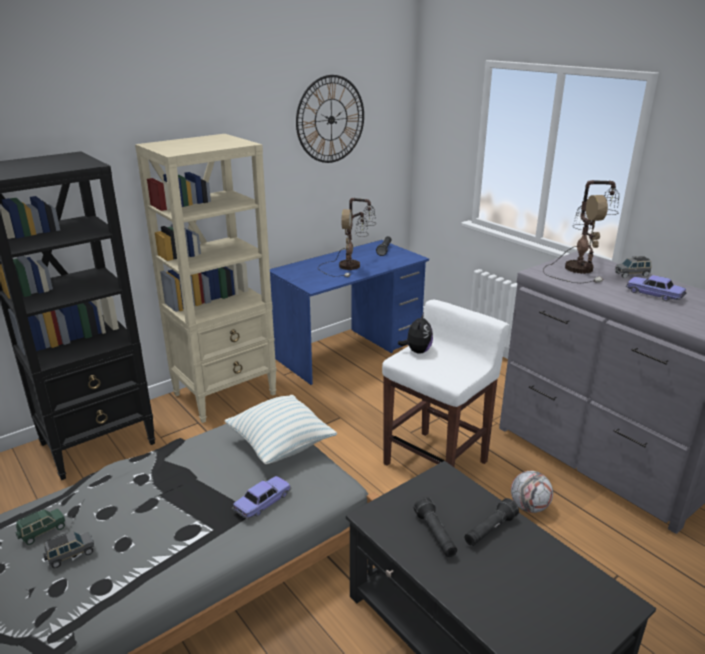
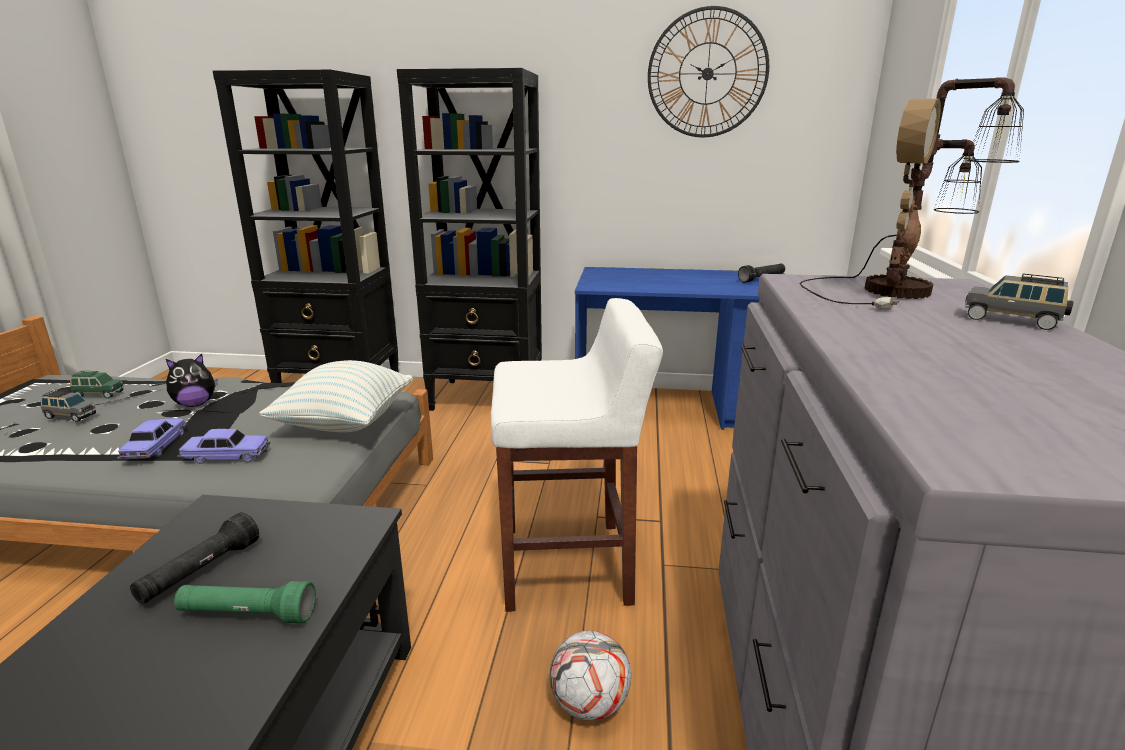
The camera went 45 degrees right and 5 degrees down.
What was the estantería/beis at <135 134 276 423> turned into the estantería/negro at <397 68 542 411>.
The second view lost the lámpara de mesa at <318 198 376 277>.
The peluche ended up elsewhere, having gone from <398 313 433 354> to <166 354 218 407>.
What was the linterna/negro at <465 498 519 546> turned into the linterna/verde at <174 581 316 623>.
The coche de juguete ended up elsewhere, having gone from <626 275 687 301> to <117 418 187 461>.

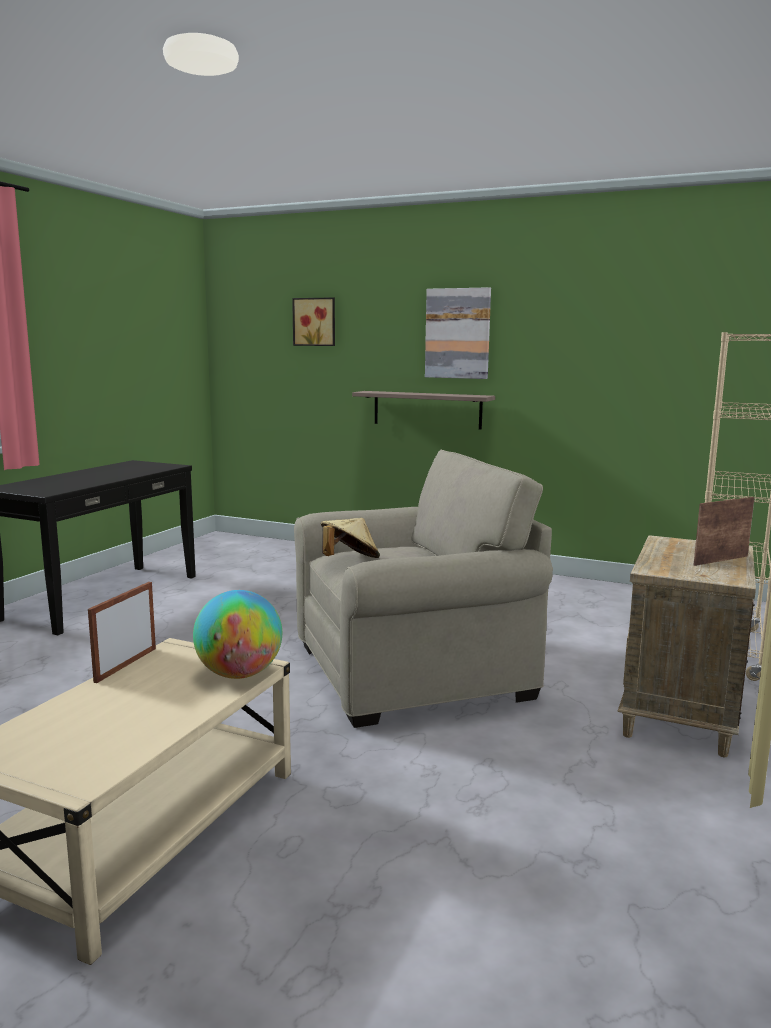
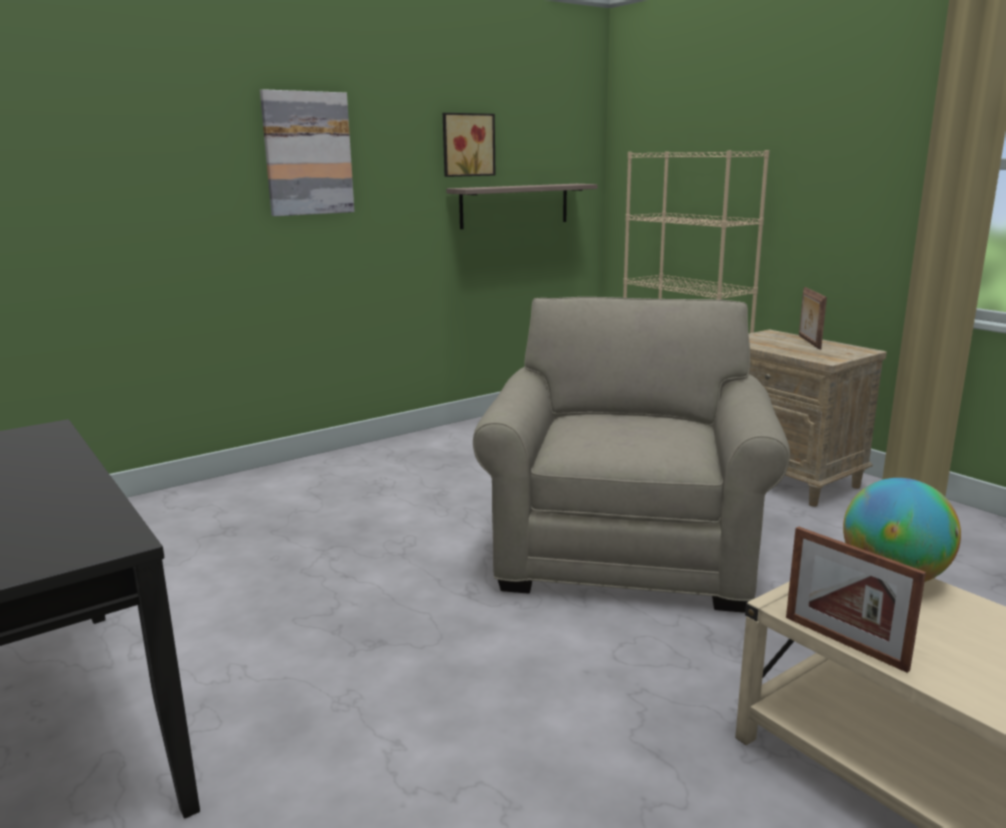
The camera went 60 degrees left and 5 degrees up.
The cuadro ended up elsewhere, having gone from <292 297 335 346> to <443 113 495 177>.
The second view lost the sombrero/beis at <321 518 380 558>.
The estante ended up elsewhere, having gone from <352 391 495 430> to <446 184 598 229>.

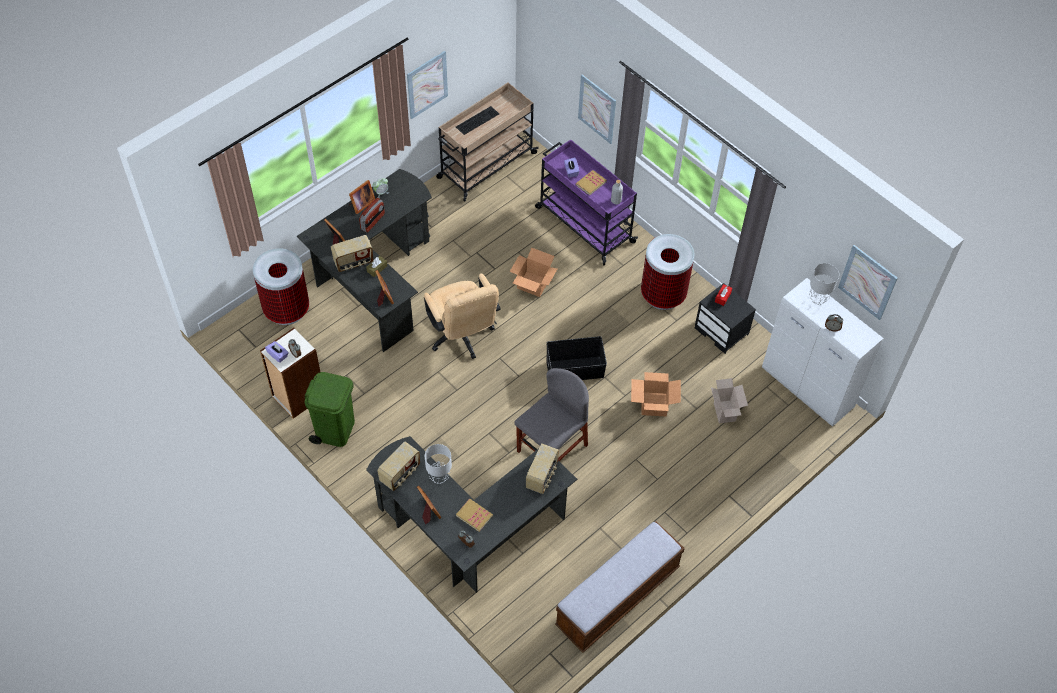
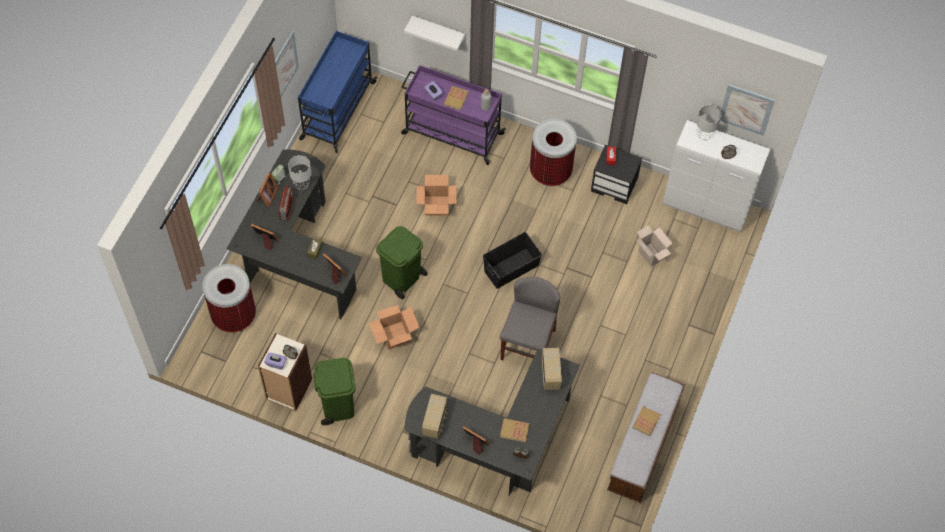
The camera went 25 degrees left and 5 degrees up.
The second view lost the radio at <331 235 373 272>.
Where the silla de oficina/beis stood at <424 273 501 359>, the papelera/verde came to stand at <376 226 427 299>.
The lámpara de mesa/gris ended up elsewhere, having gone from <425 444 452 484> to <288 155 311 190>.
What was the carrito/beis at <436 83 539 201> turned into the carrito/azul at <298 31 377 153>.
The second view lost the teclado at <456 106 499 135>.
Where the cuadro hung at <578 74 616 144>, the estante/blanco came to hang at <404 16 465 51>.
The caja de cartón ended up elsewhere, having gone from <631 372 681 417> to <369 305 419 350>.
The second view gained the libro at <632 406 661 436>.

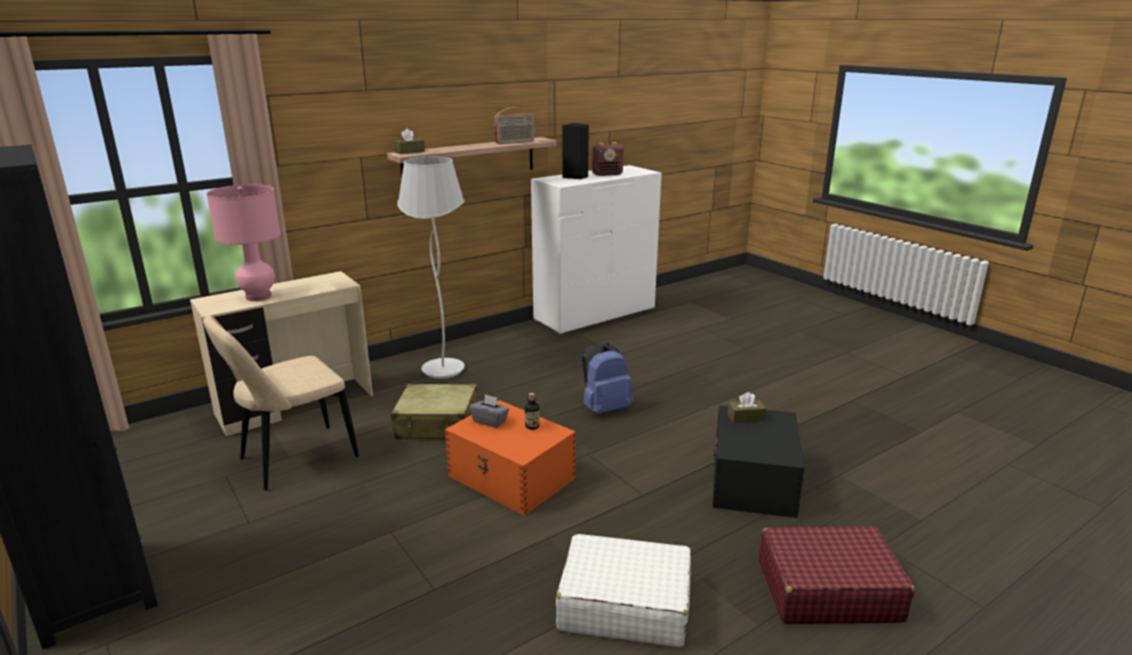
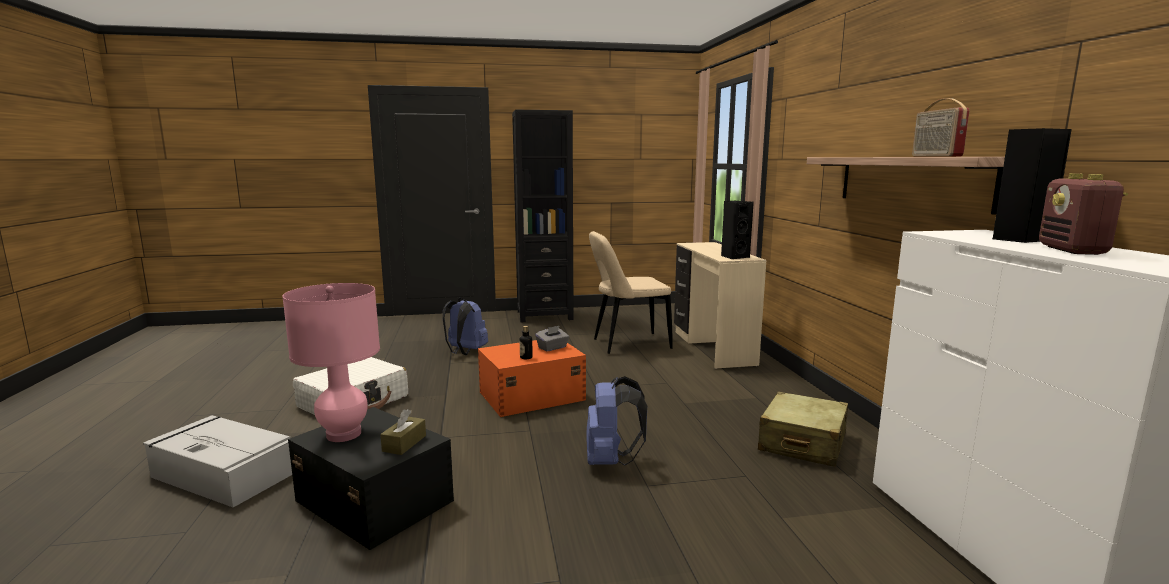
The camera went 115 degrees right and 10 degrees down.
The silla/beis at <203 315 359 490> ended up facing another way, 90 degrees counterclockwise from before.
The lámpara de mesa/rosa ended up elsewhere, having gone from <207 184 281 301> to <282 283 380 442>.
The maleta/beis ended up elsewhere, having gone from <391 384 478 440> to <758 391 848 467>.
The second view lost the caja de pañuelos/marrón at <393 128 425 154>.
The second view lost the lámpara de pie/blanco at <397 156 465 379>.
Where the maleta/rojo stood at <759 526 915 624>, the caja de almacenaje/gris came to stand at <143 415 292 507>.
The second view gained the mochila/azul at <443 298 488 355>.
The second view gained the altavoz/negro at <721 201 754 259>.

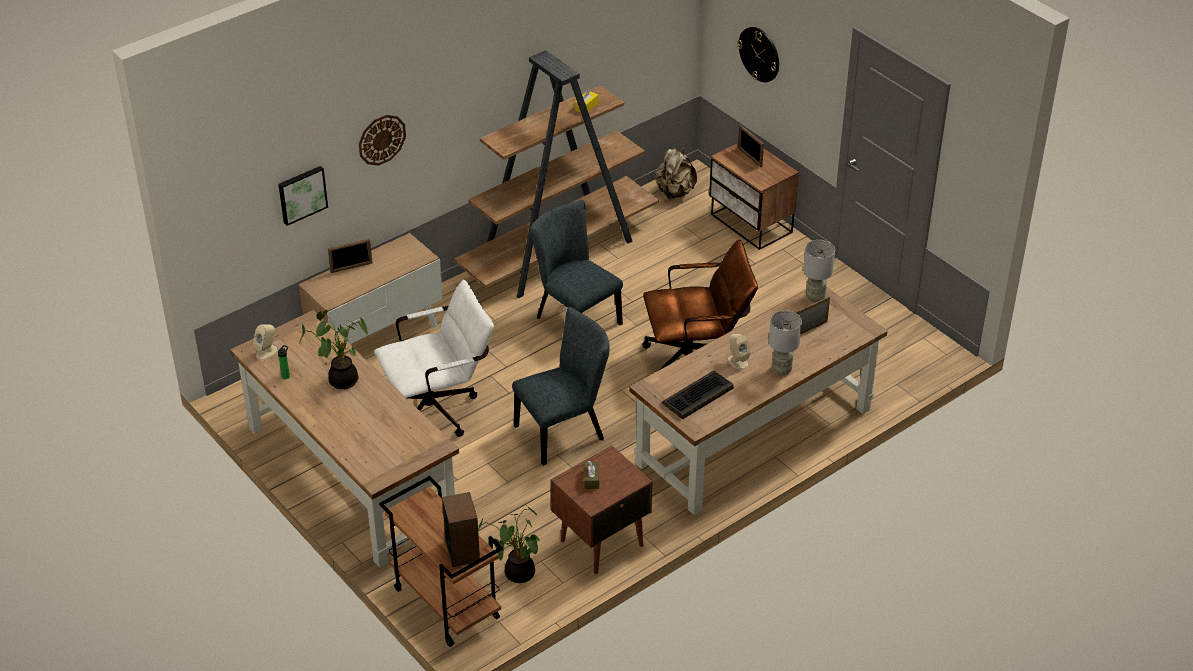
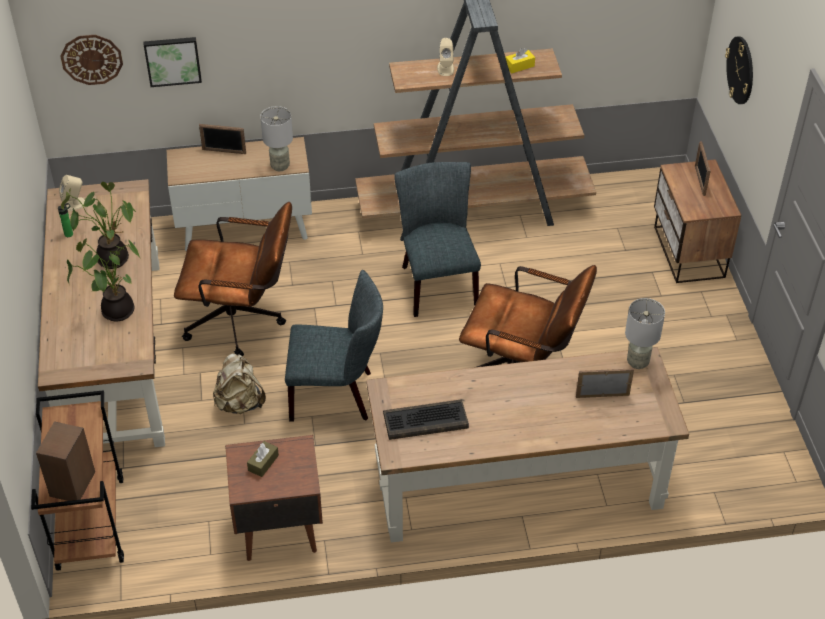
The camera went 30 degrees right and 5 degrees up.
The reloj de pared ended up elsewhere, having gone from <359 115 406 165> to <60 35 123 85>.
What was the silla de oficina/blanco at <374 280 494 437> turned into the silla de oficina/marrón at <174 202 292 356>.
The planta en maceta ended up elsewhere, having gone from <478 504 541 583> to <67 238 140 321>.
The mochila/beis ended up elsewhere, having gone from <655 147 697 199> to <213 353 266 414>.
The altavoz/beis ended up elsewhere, having gone from <728 334 750 370> to <437 38 454 76>.
The lámpara de mesa/gris ended up elsewhere, having gone from <769 310 802 375> to <260 106 293 171>.

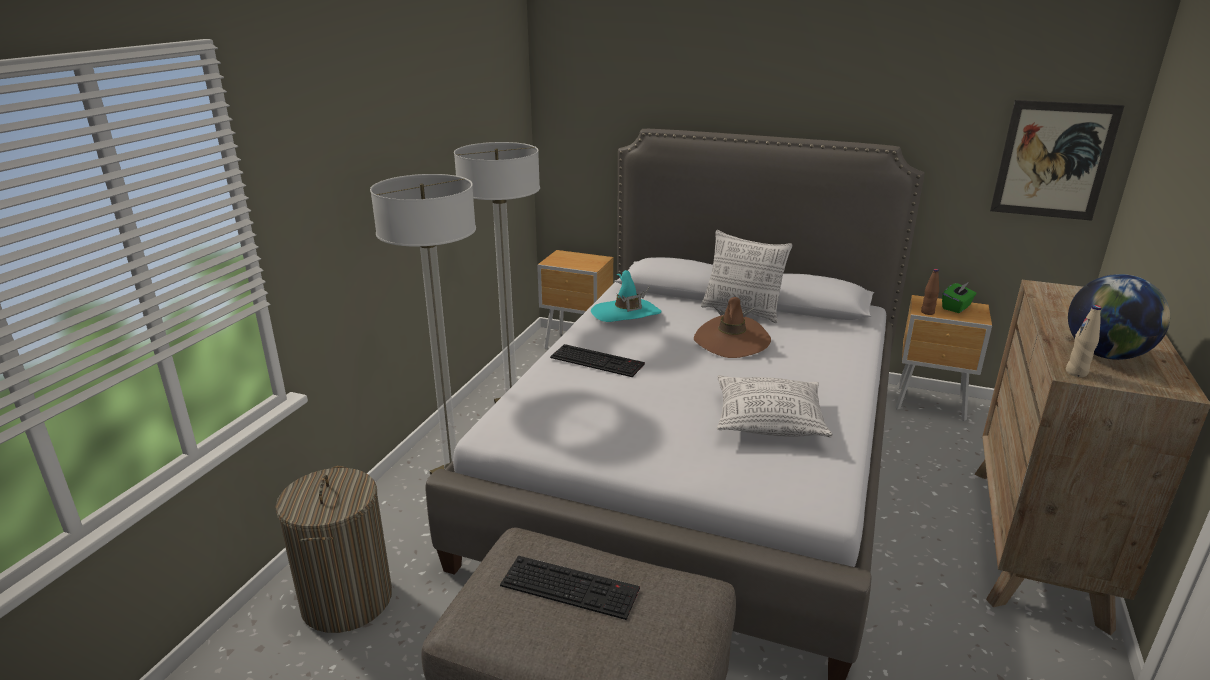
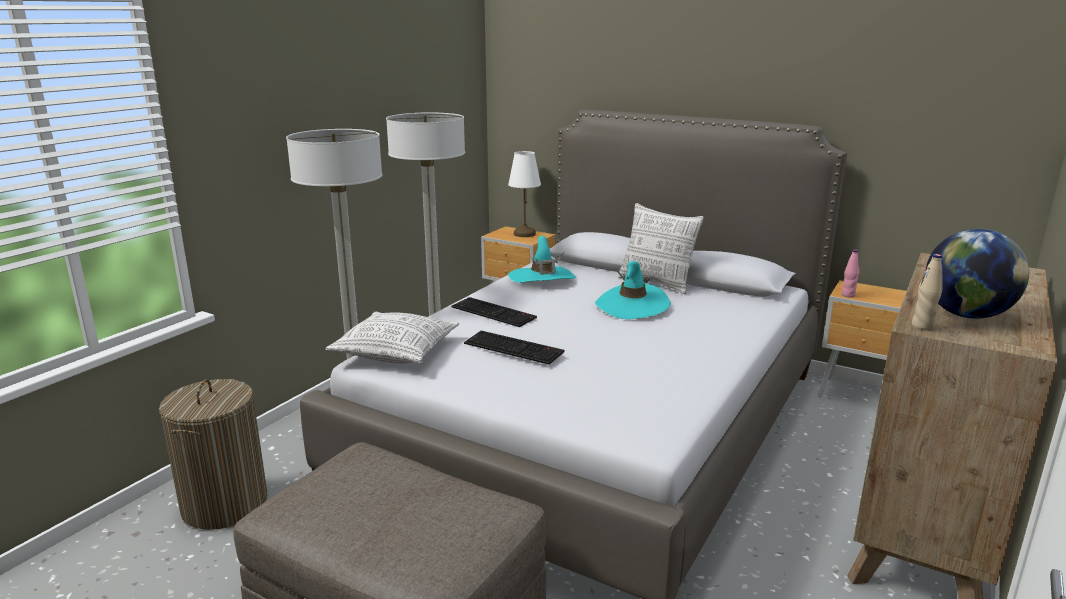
The camera went 10 degrees right and 5 degrees down.
The teclado ended up elsewhere, having gone from <500 556 640 620> to <464 331 565 365>.
What was the sombrero/marrón at <694 297 771 358> turned into the sombrero/turquesa at <595 261 671 319>.
The cojín ended up elsewhere, having gone from <717 375 833 437> to <325 312 459 364>.
What was the botella/marrón at <921 269 939 315> turned into the botella/rosa at <842 250 859 298>.
The second view lost the caja de pañuelos/verde at <942 282 976 313>.
The second view lost the cuadro at <990 100 1125 221>.
The second view gained the lámpara de mesa/blanco at <508 151 541 237>.

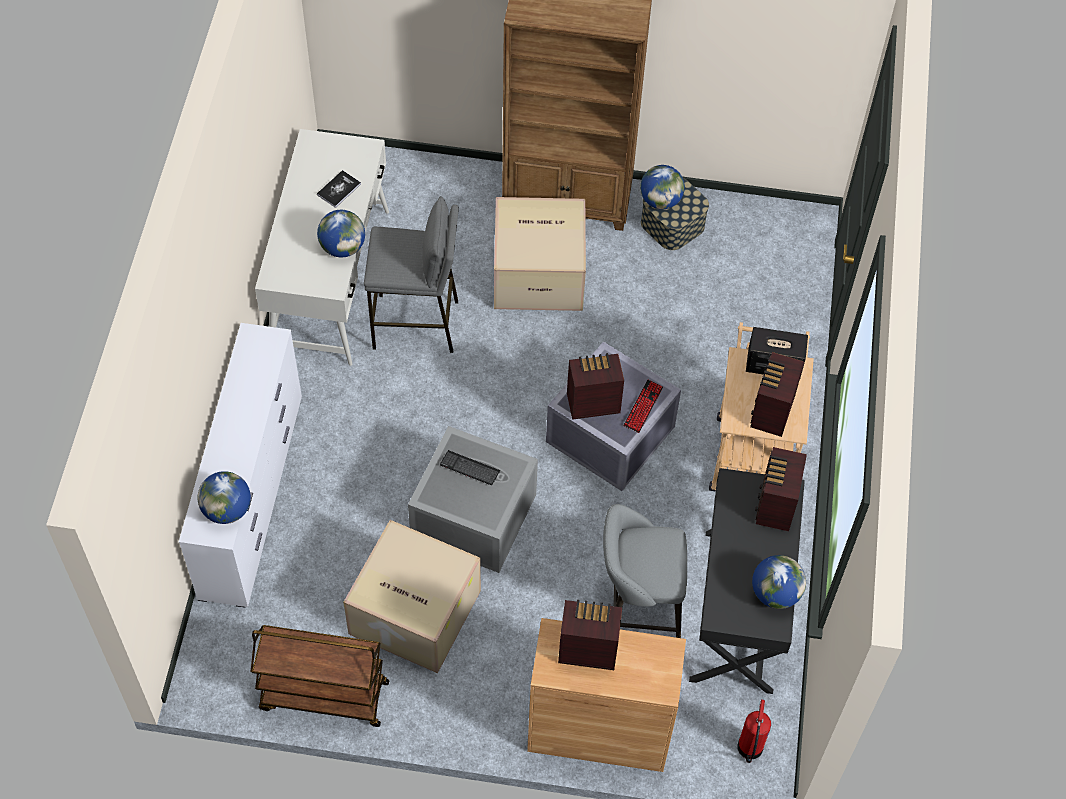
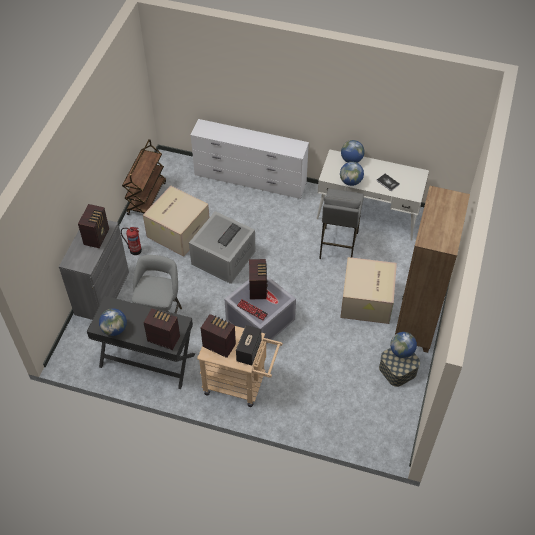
The camera went 100 degrees right and 5 degrees down.
The globo terráqueo ended up elsewhere, having gone from <198 471 251 524> to <341 140 365 163>.
What was the armario/marrón at <527 618 686 772> turned into the armario/gris at <59 220 129 320>.
The extintor ended up elsewhere, having gone from <737 699 771 763> to <121 227 142 255>.

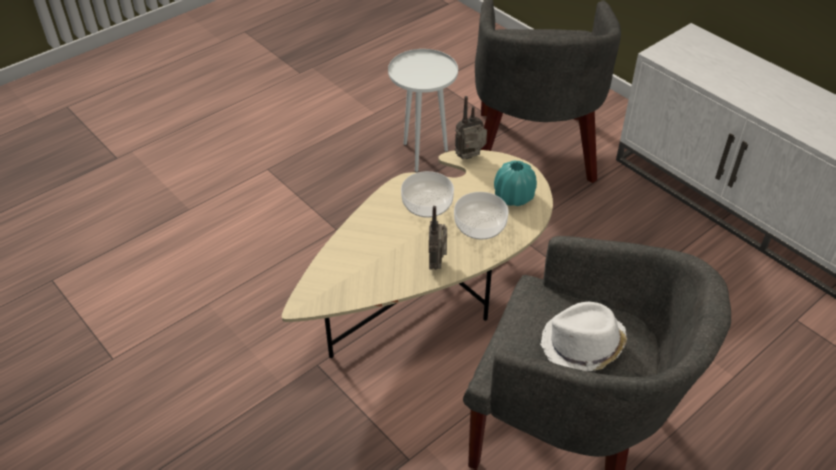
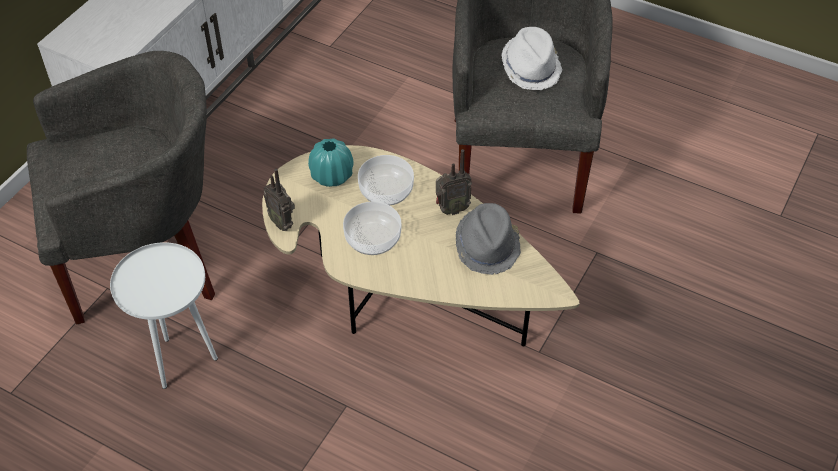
The camera went 110 degrees left and 5 degrees up.
The second view gained the sombrero/gris at <456 203 521 275>.

